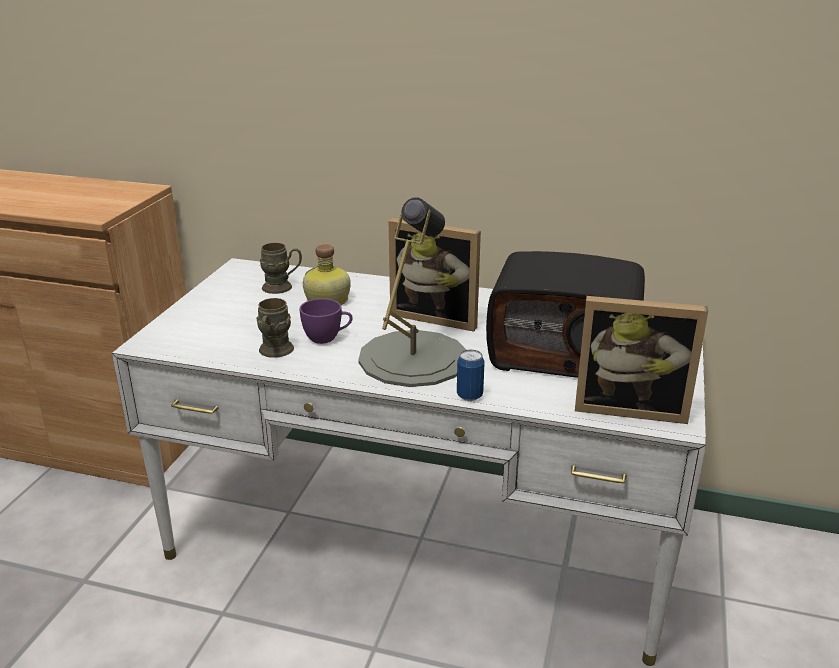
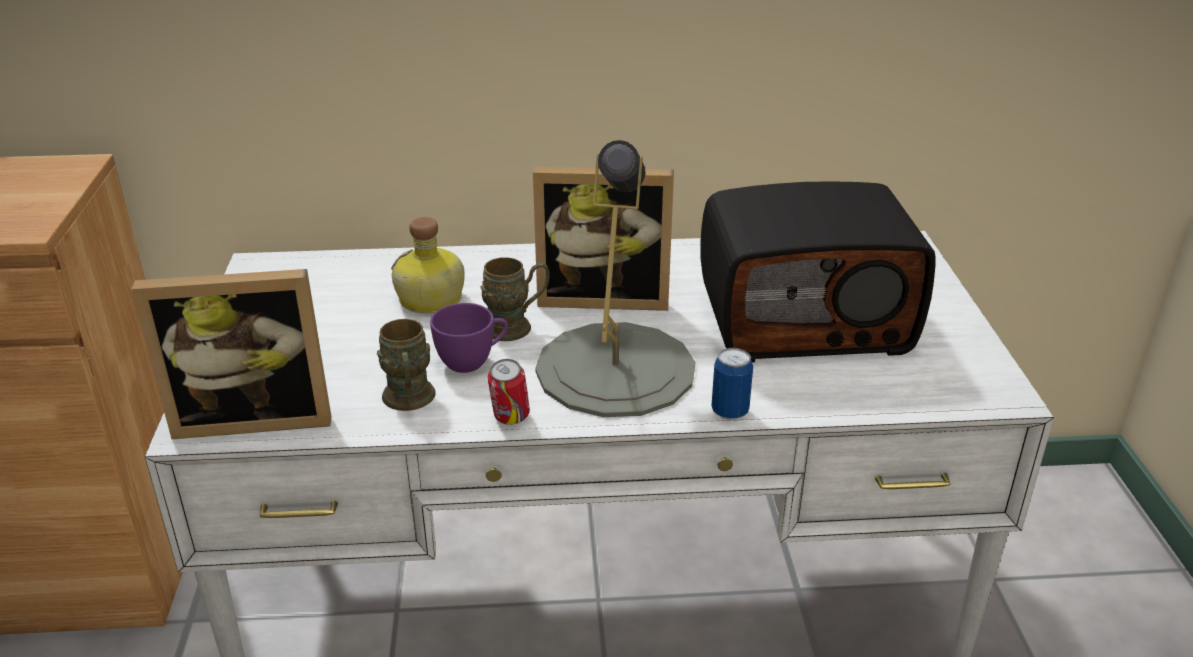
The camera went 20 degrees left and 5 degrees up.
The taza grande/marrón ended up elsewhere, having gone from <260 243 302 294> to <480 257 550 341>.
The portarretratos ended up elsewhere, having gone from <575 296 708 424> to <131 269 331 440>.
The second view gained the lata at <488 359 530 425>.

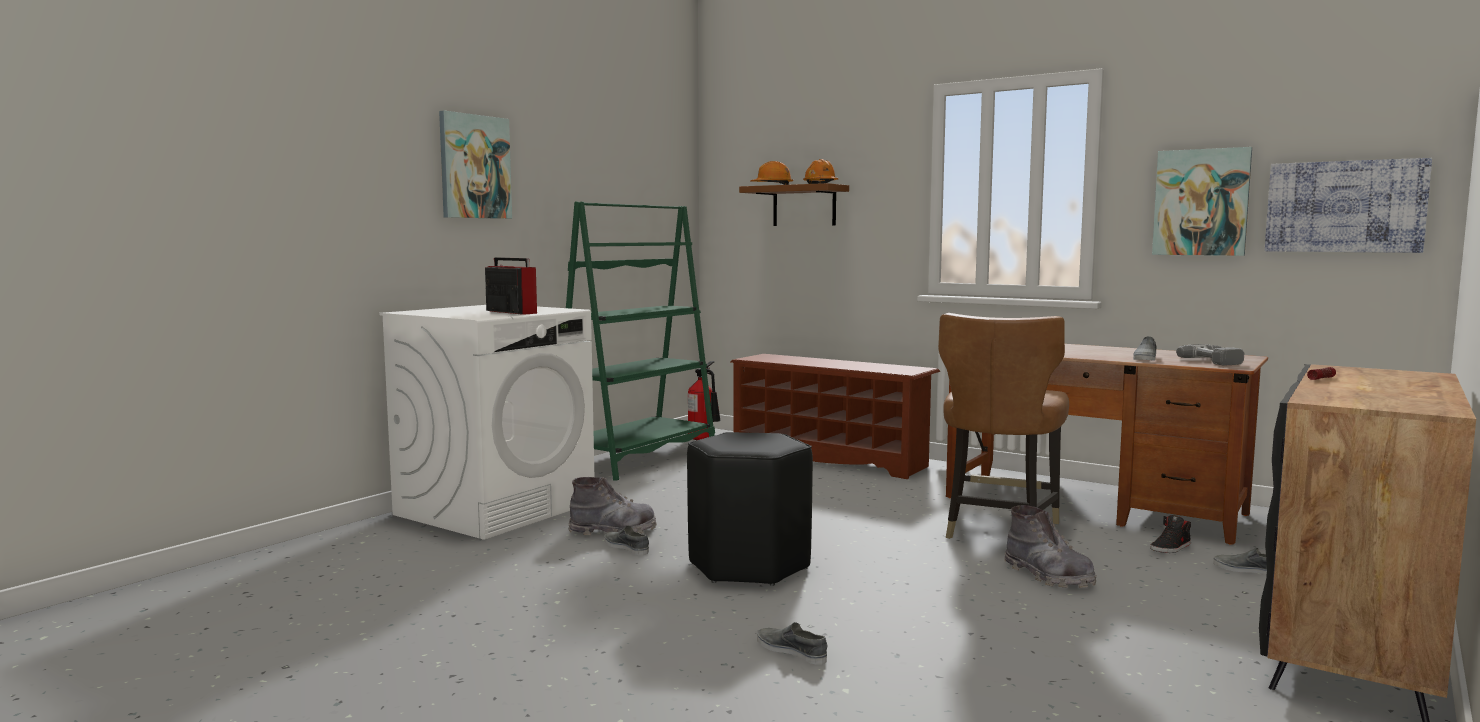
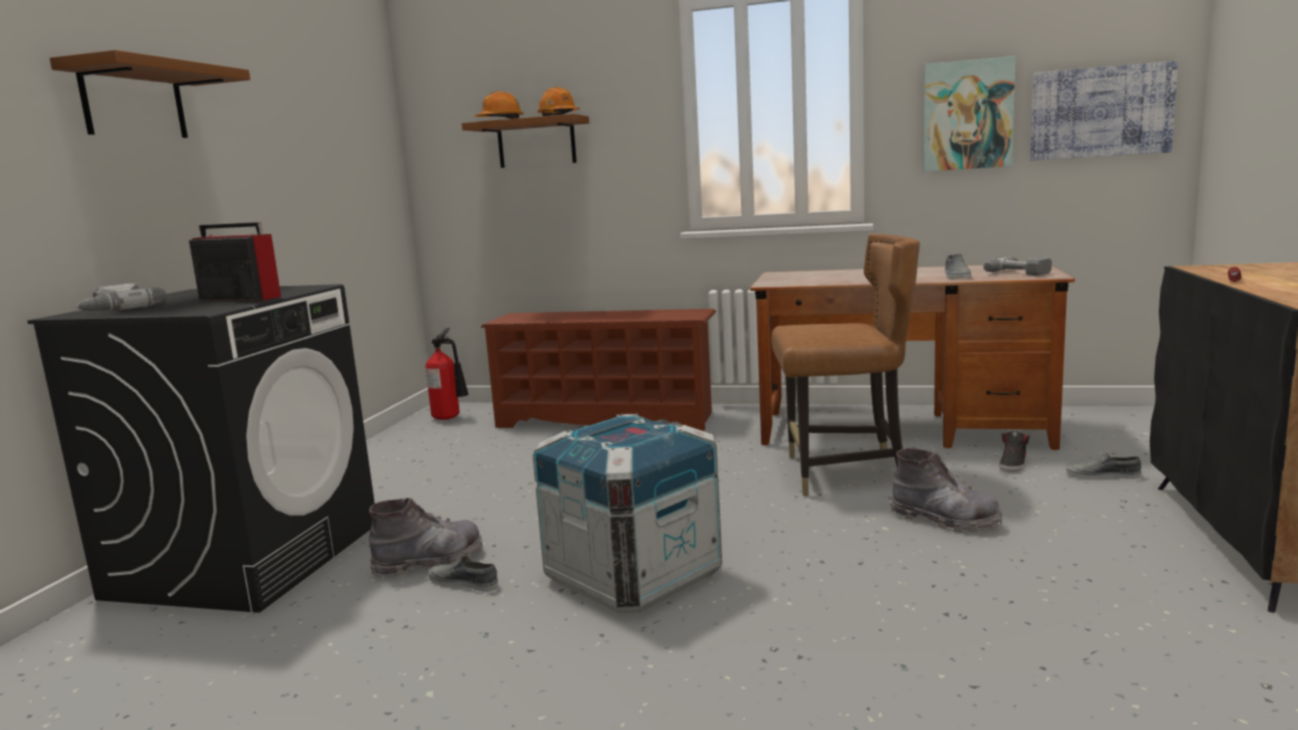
The camera went 20 degrees left and 5 degrees up.
What was the lavadora/blanco at <379 305 594 540> turned into the lavadora/negro at <27 284 375 613>.
Where the cuadro hung at <439 111 512 219>, the estante/marrón came to hang at <50 50 250 138>.
The second view lost the estantería/verde at <566 202 715 481>.
Where the taburete/negro stood at <687 432 813 586>, the caja de embalaje came to stand at <533 414 722 613>.
The second view lost the zapato/gris at <757 622 828 664>.
The silla/marrón at <938 313 1069 539> ended up facing another way, 90 degrees counterclockwise from before.
The second view gained the taladro at <75 283 167 311>.

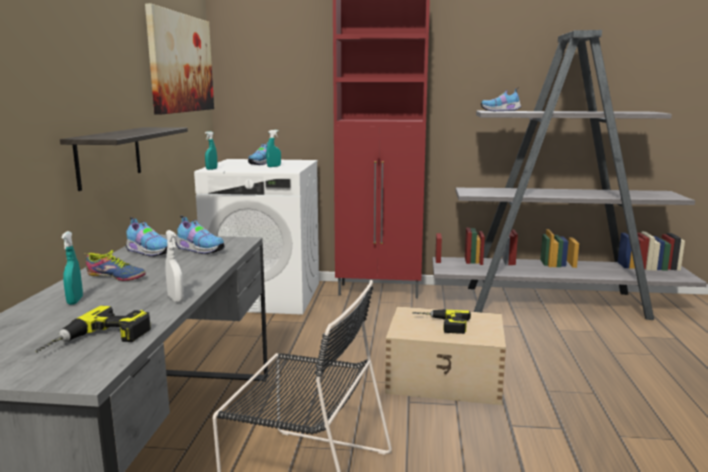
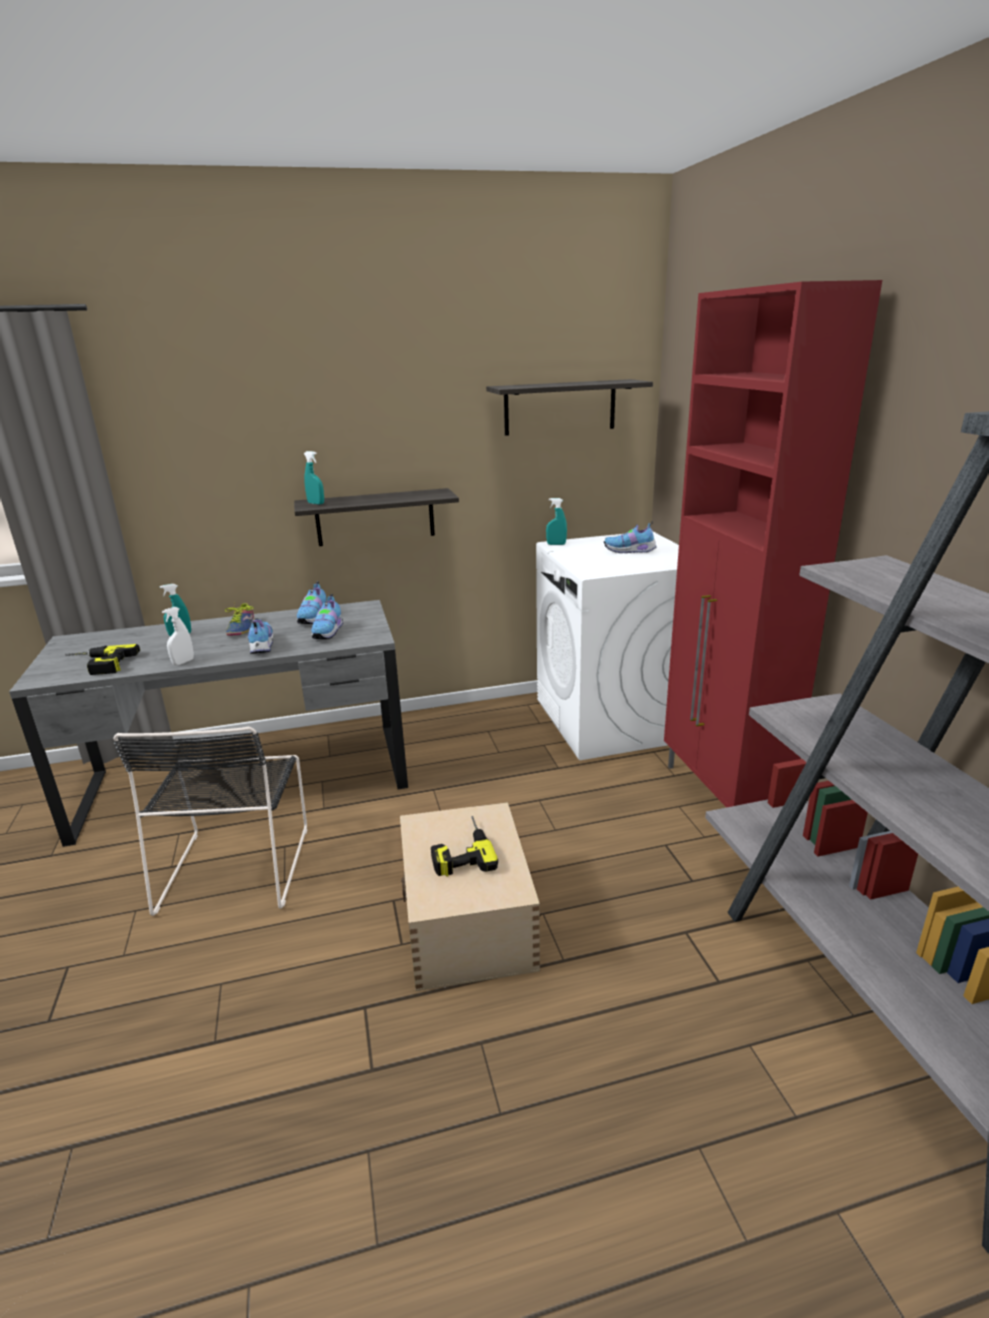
The camera went 70 degrees right and 10 degrees up.
Where the cuadro hung at <145 3 214 115>, the estante came to hang at <486 379 653 436>.
The pulverizador/turquesa ended up elsewhere, having gone from <266 130 281 167> to <304 451 324 505>.
The zapato ended up elsewhere, having gone from <481 89 521 111> to <248 619 273 654>.

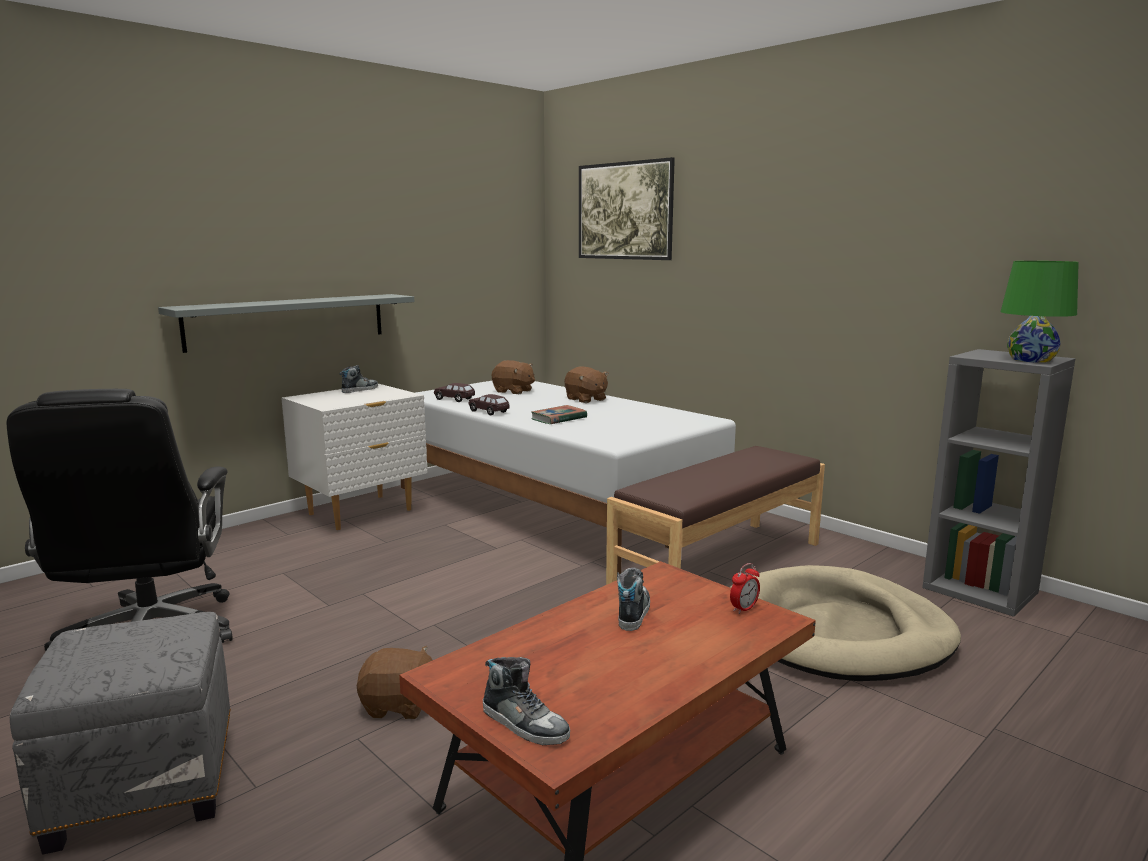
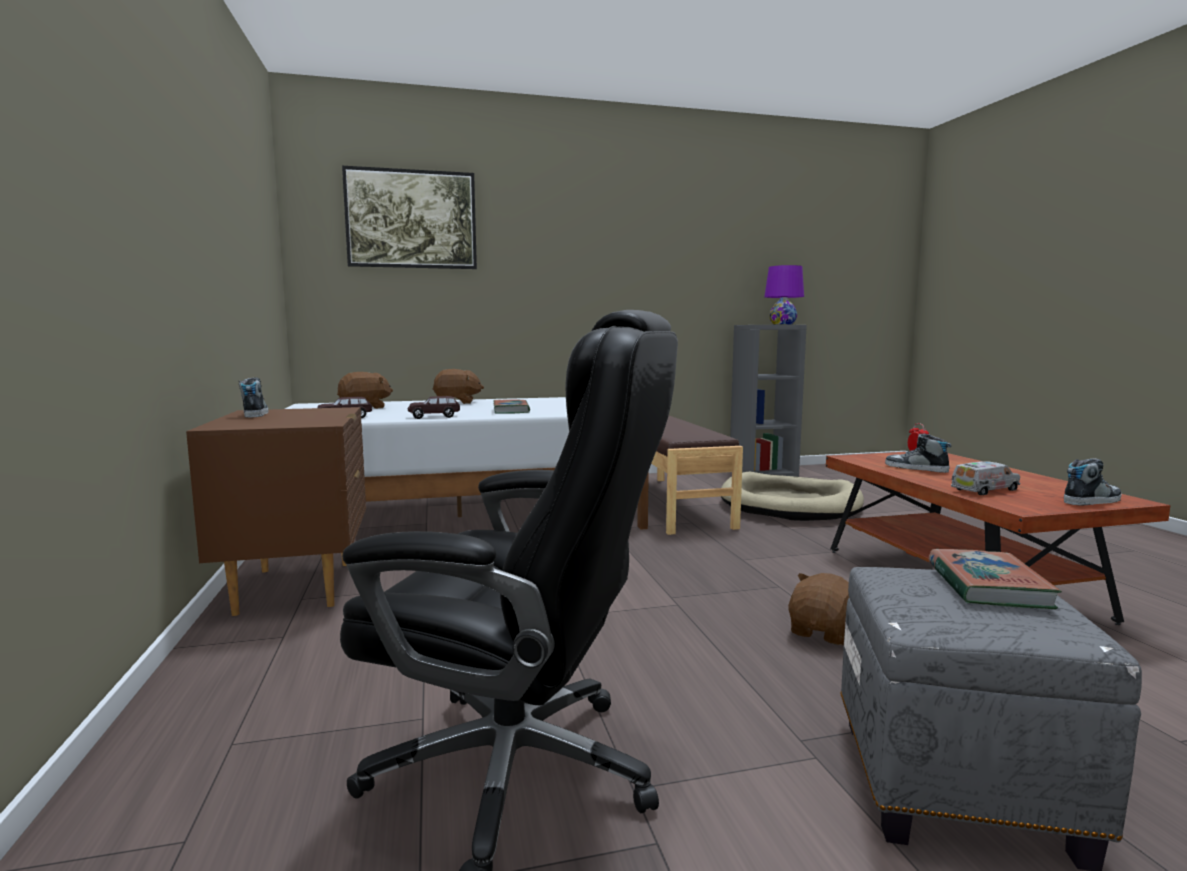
The camera went 60 degrees left and 5 degrees down.
The second view lost the estante/gris at <158 294 414 353>.
What was the mesita de noche/blanco at <281 384 427 530> turned into the mesita de noche/marrón at <186 407 366 616>.
What was the lámpara de mesa/verde at <1001 261 1079 363> turned into the lámpara de mesa/morado at <764 265 804 325>.
The second view gained the libro at <928 549 1062 609>.
The second view gained the camión de juguete at <951 461 1021 495>.

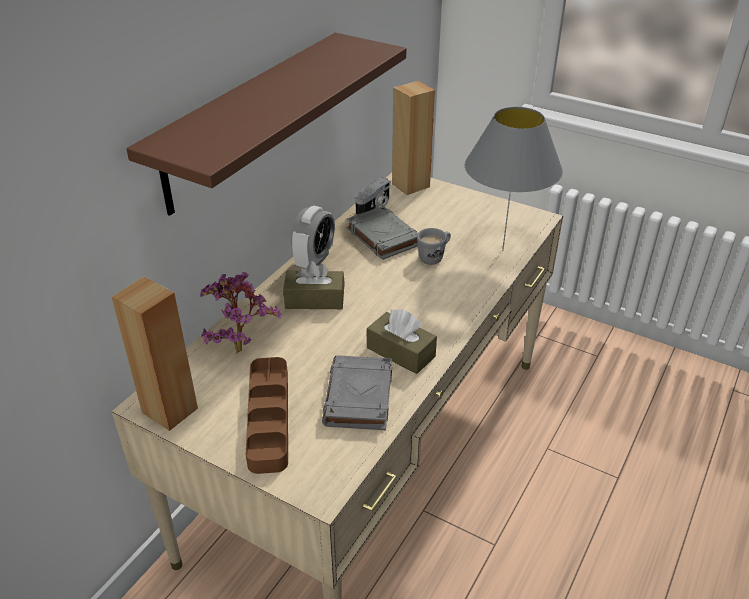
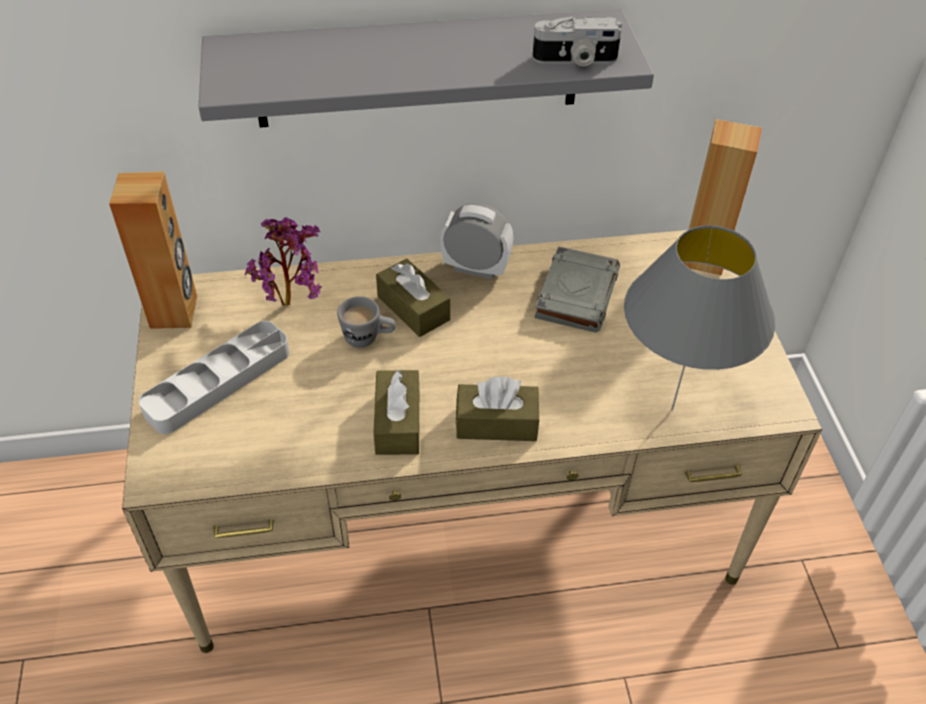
The camera went 50 degrees right and 10 degrees up.
What was the estante/marrón at <126 33 406 216> turned into the estante/gris at <198 9 654 128>.
What was the bandeja/marrón at <246 357 288 474> turned into the bandeja/gris at <139 321 289 434>.
The despertador at <291 206 335 268> ended up facing another way, 150 degrees counterclockwise from before.
The second view lost the libro/gris at <322 355 392 430>.
The cámara ended up elsewhere, having gone from <355 178 391 215> to <532 16 622 66>.
The taza grande/gris ended up elsewhere, having gone from <417 228 451 265> to <337 296 396 348>.
The second view gained the caja de pañuelos/marrón at <456 376 539 441>.

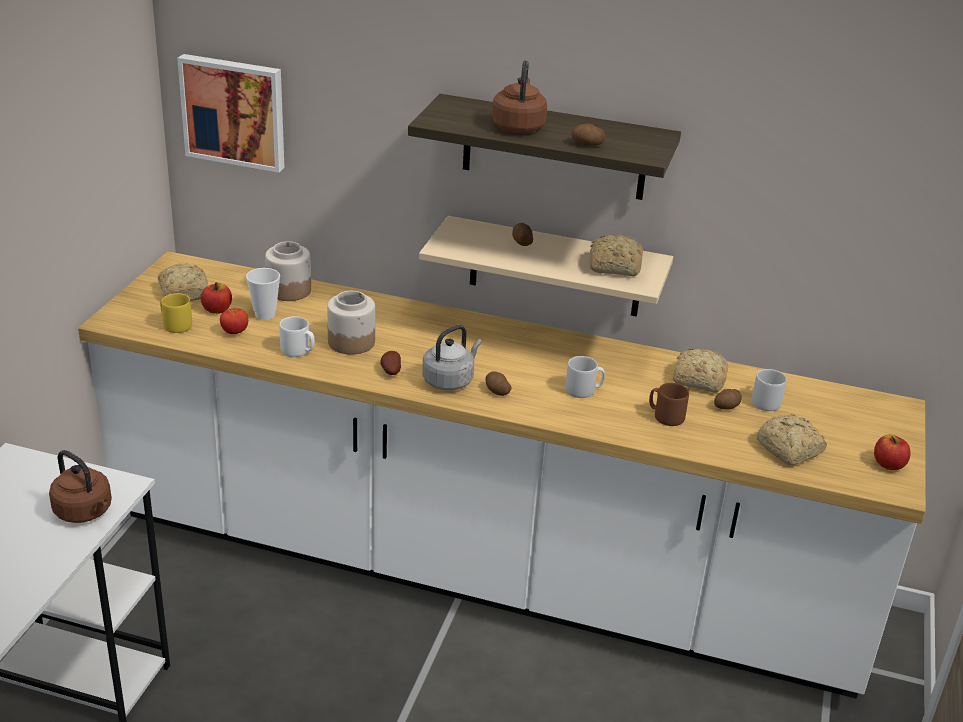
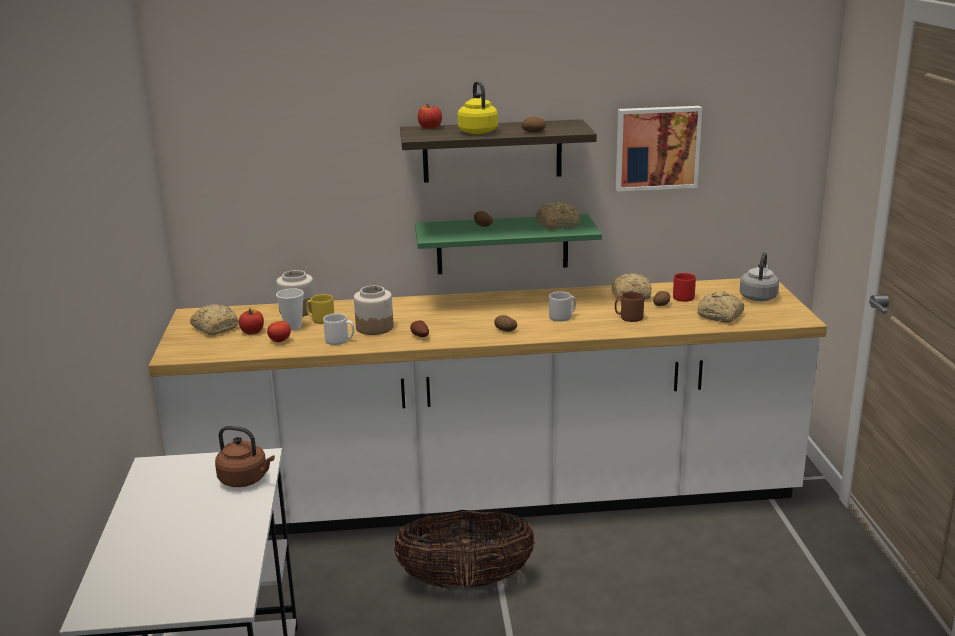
The camera went 20 degrees left and 10 degrees down.
The taza grande/amarillo ended up elsewhere, having gone from <160 293 192 333> to <306 294 334 324>.
The cuadro ended up elsewhere, having gone from <177 54 285 173> to <616 106 702 191>.
What was the estante/beis at <419 216 673 317> turned into the estante/verde at <415 214 602 274>.
The hervidor/gris ended up elsewhere, having gone from <422 325 482 391> to <740 252 779 301>.
What was the hervidor/marrón at <492 60 547 133> turned into the hervidor/amarillo at <458 81 498 134>.
What was the taza grande/gris at <752 369 787 411> turned into the taza grande/rojo at <673 273 696 302>.
The manzana ended up elsewhere, having gone from <874 434 911 470> to <418 104 442 129>.
The second view gained the cesta at <394 510 535 588>.

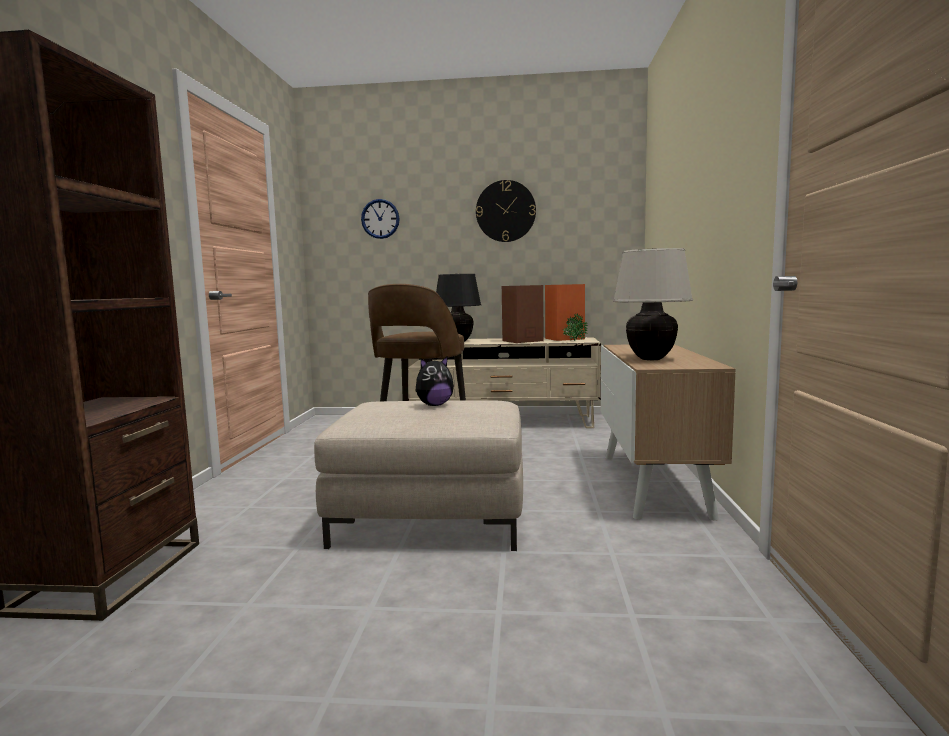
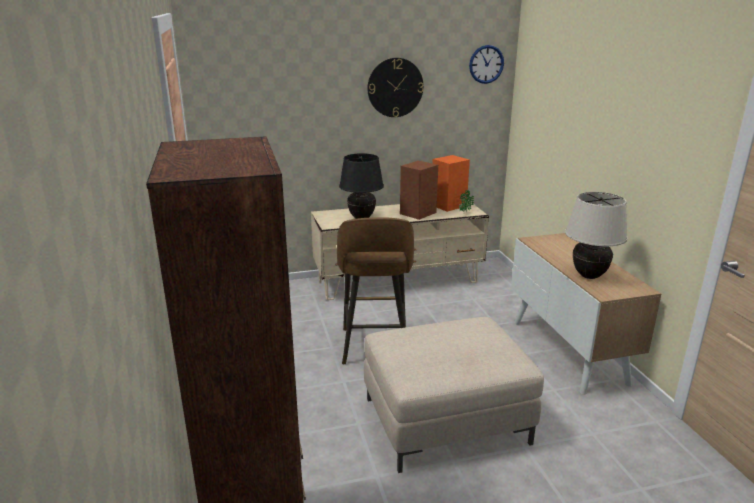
The camera went 20 degrees left and 15 degrees up.
The reloj de pared ended up elsewhere, having gone from <361 199 400 239> to <469 45 504 84>.
The second view lost the peluche at <415 356 454 406>.

